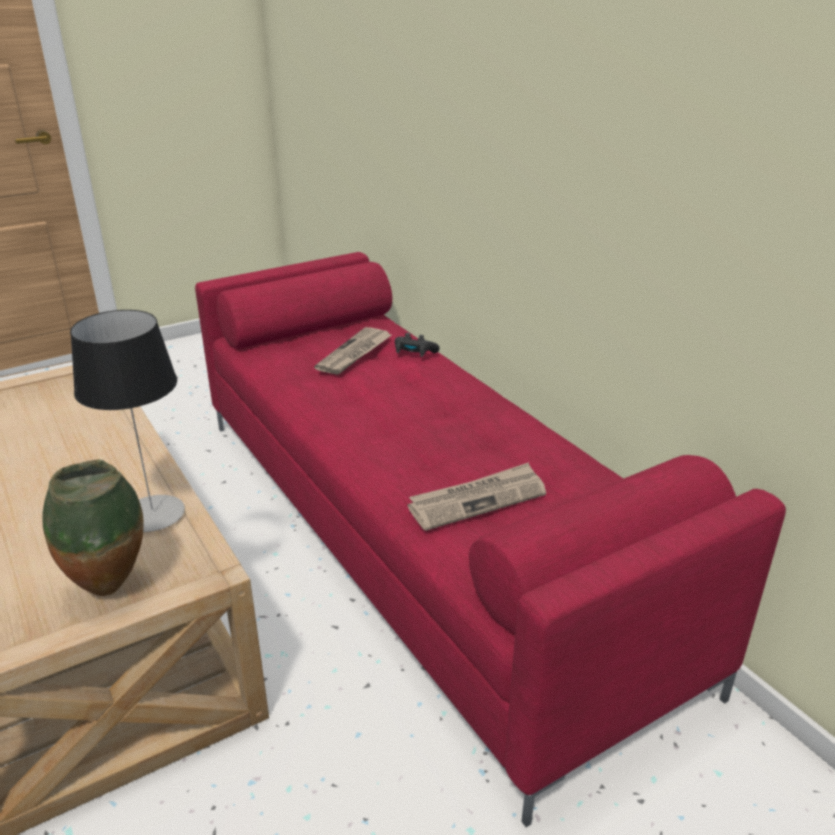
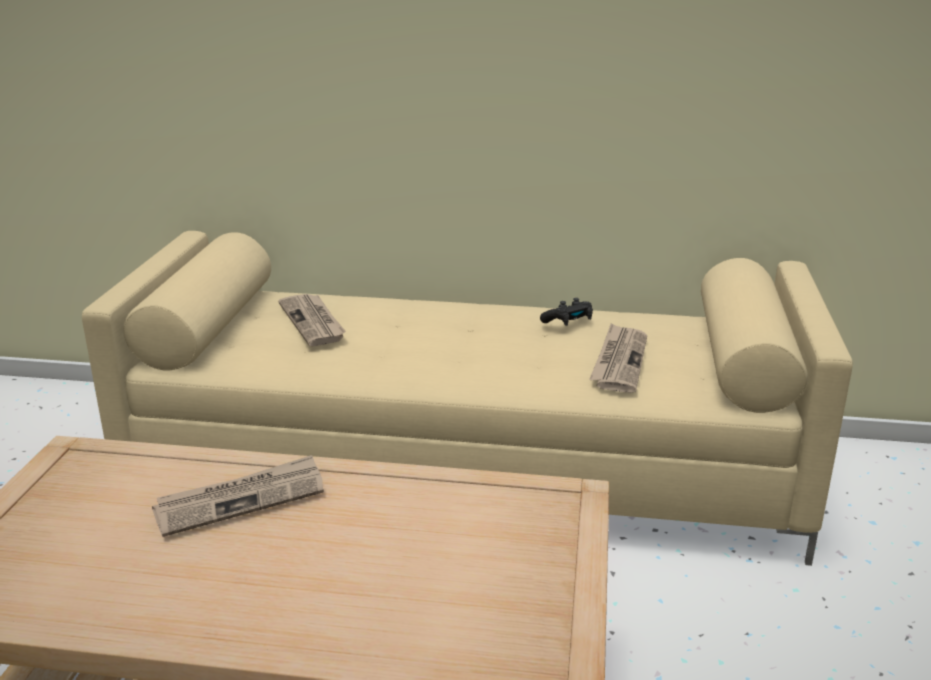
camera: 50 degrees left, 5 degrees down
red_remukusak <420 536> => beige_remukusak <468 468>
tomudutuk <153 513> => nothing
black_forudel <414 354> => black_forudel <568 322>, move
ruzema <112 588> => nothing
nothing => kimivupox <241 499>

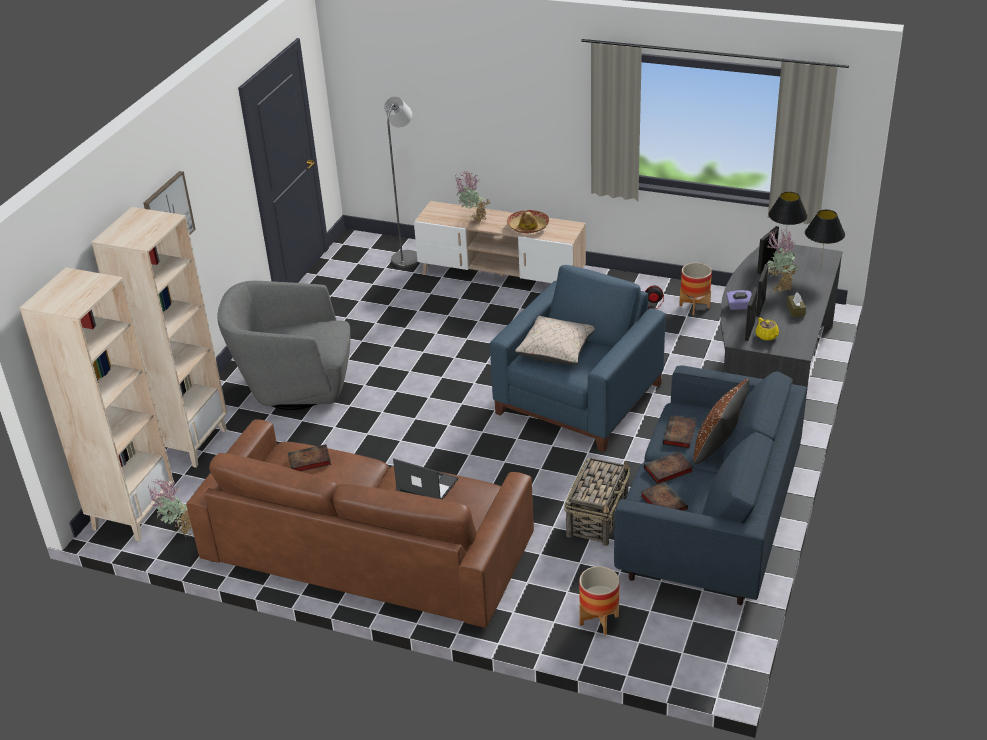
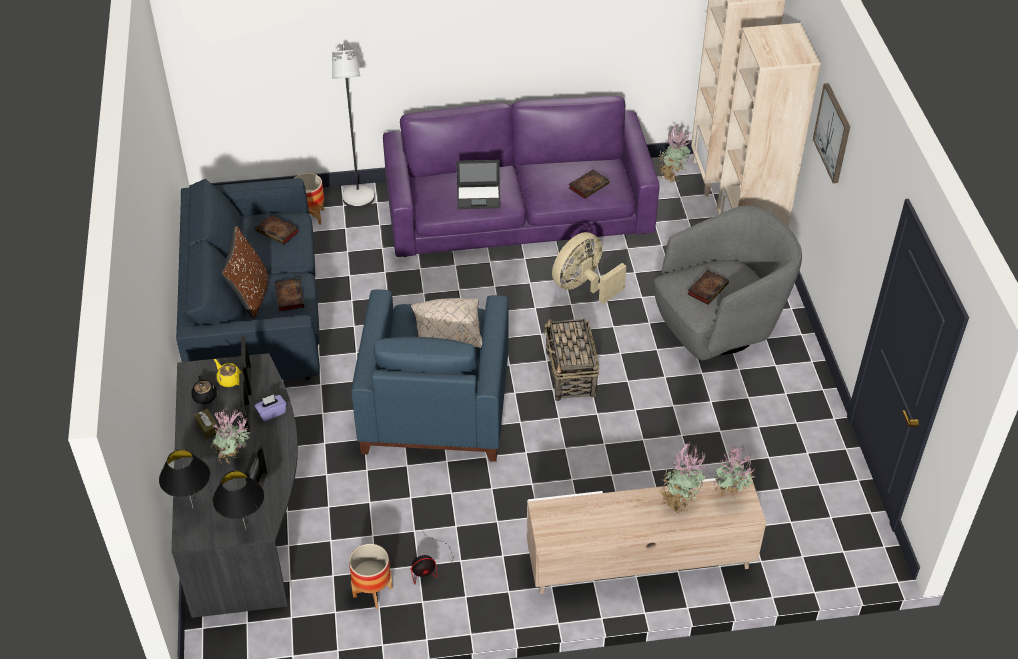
camera: 150 degrees right, 10 degrees up
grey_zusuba <408 256> => grey_zusuba <359 201>, move
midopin <527 226> => nothing
brown_remukusak <368 547> => purple_remukusak <518 211>
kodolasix <667 471> => kodolasix <707 288>, move
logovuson <598 517> => logovuson <570 375>, move
nothing => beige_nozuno <583 286>
nothing => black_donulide <205 397>
nothing => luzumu <730 495>

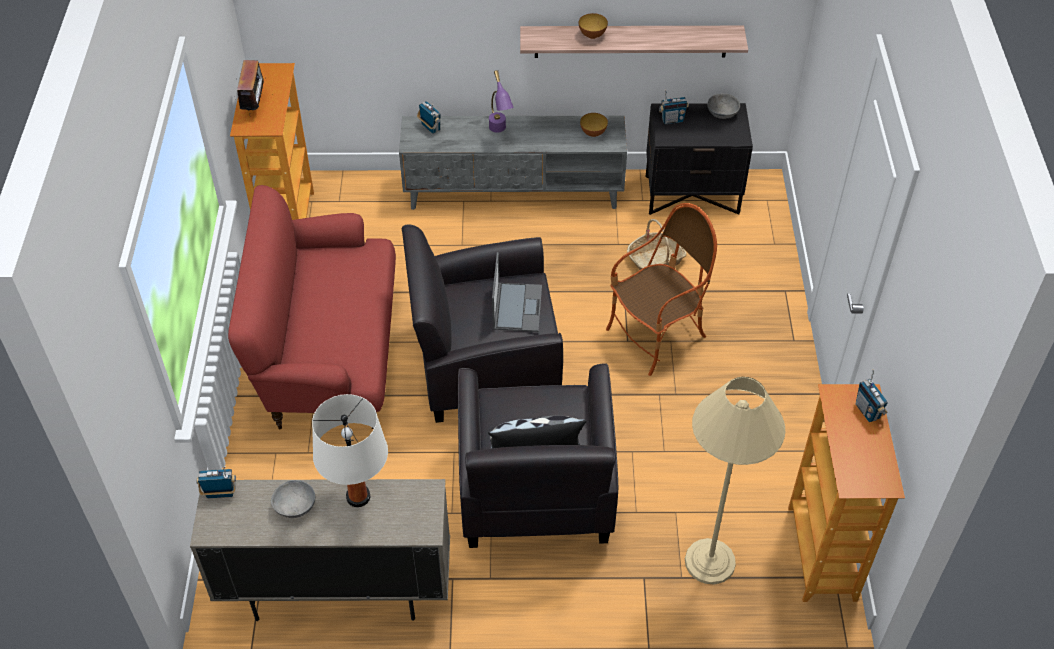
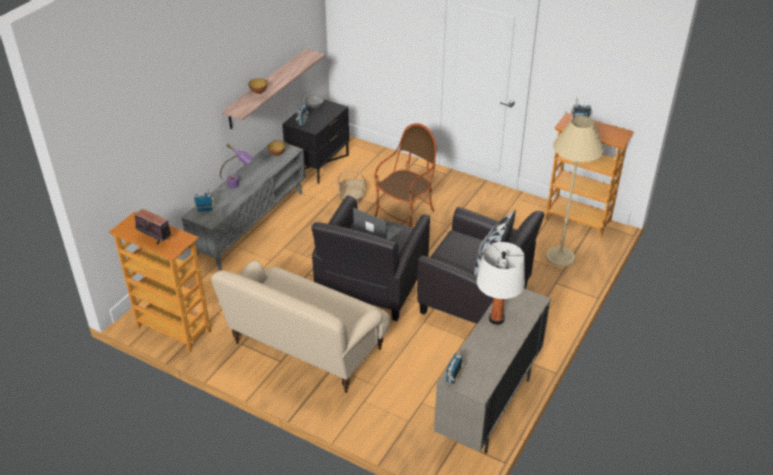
camera: 60 degrees left, 10 degrees down
red_remukusak <330 355> => beige_remukusak <306 348>
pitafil <656 336> => pitafil <405 216>, 45 degrees clockwise
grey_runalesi <295 506> => nothing

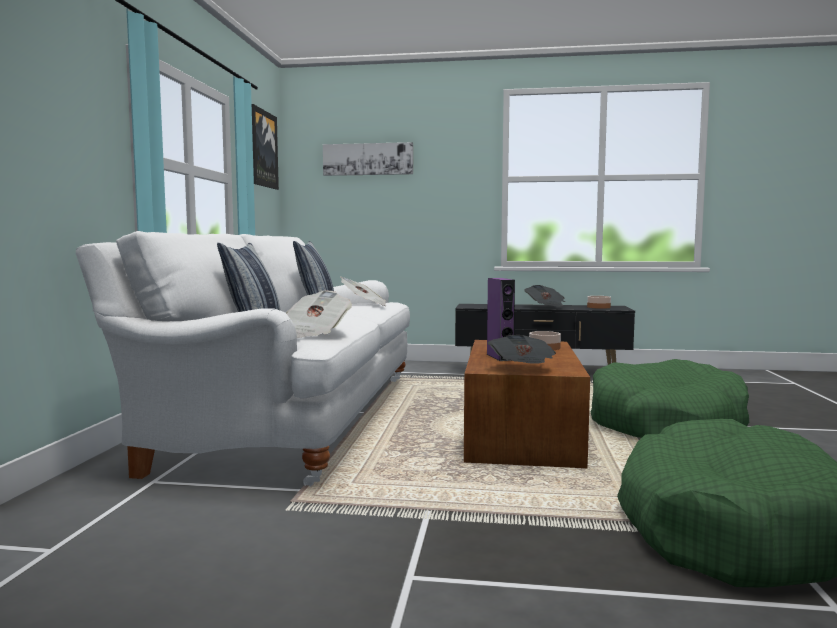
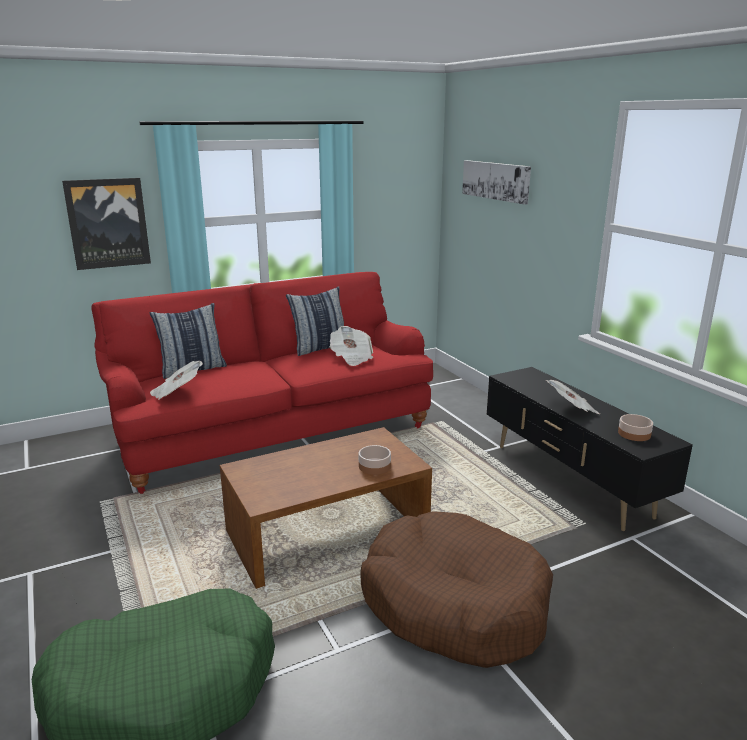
camera: 55 degrees right, 15 degrees up
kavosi <263 149> => kavosi <108 223>, move
white_remukusak <292 417> => red_remukusak <272 433>
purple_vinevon <500 357> => nothing
kimivupox <522 369> => nothing
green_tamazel <664 422> => brown_tamazel <454 604>

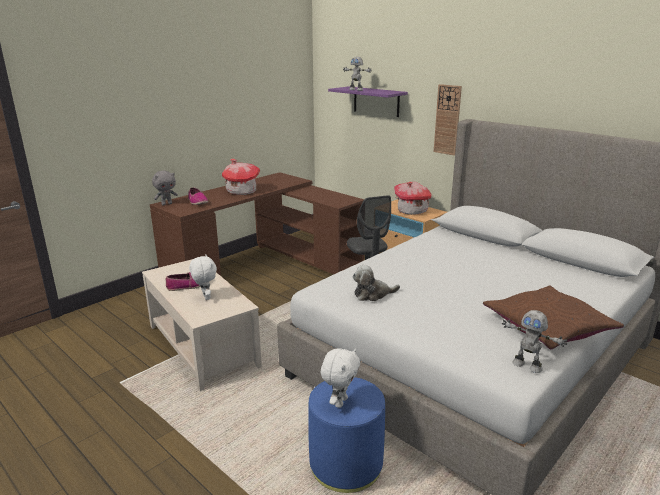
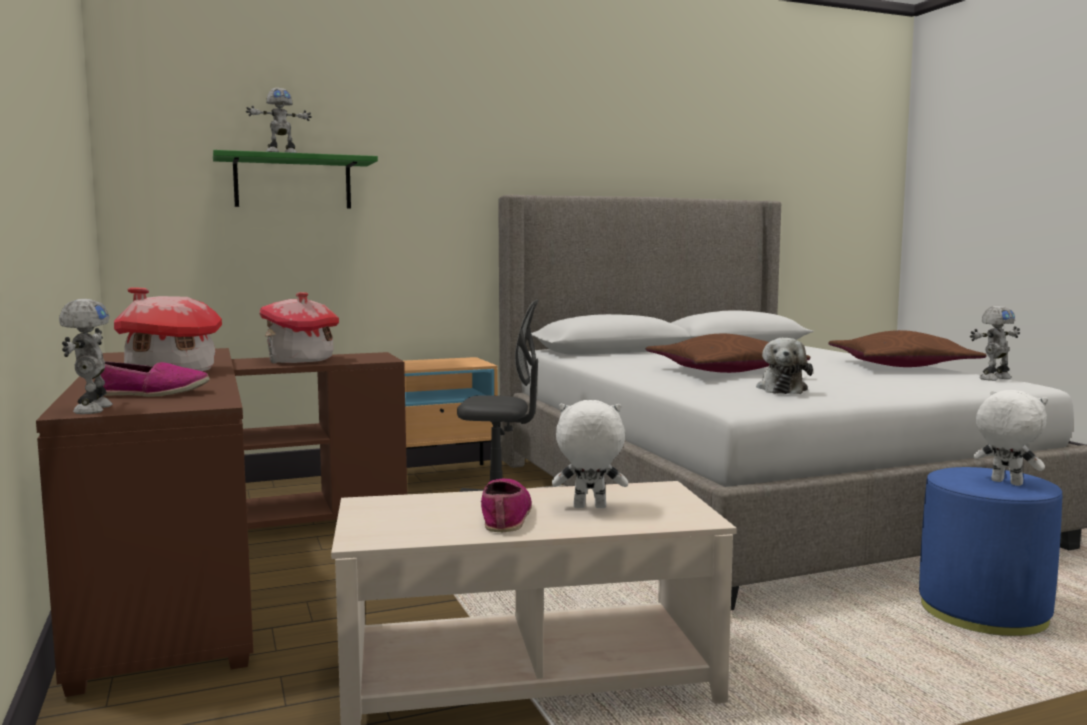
camera: 65 degrees left, 15 degrees down
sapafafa <447 120> => nothing
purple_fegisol <376 101> => green_fegisol <293 183>
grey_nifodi <167 204> => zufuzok <90 409>
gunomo <412 211> => gunomo <299 360>, move
nothing => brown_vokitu <723 371>

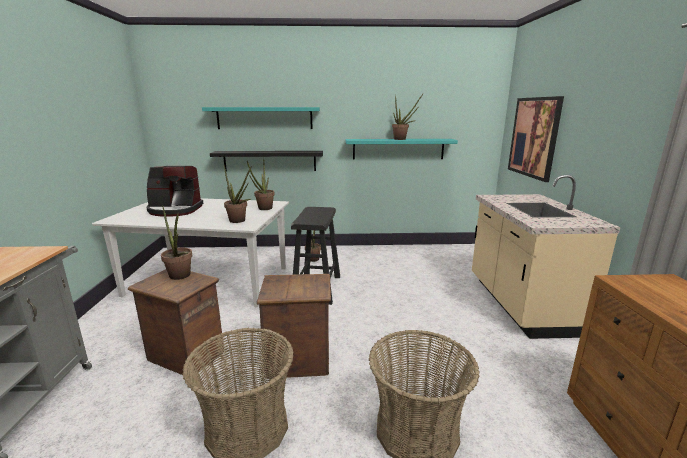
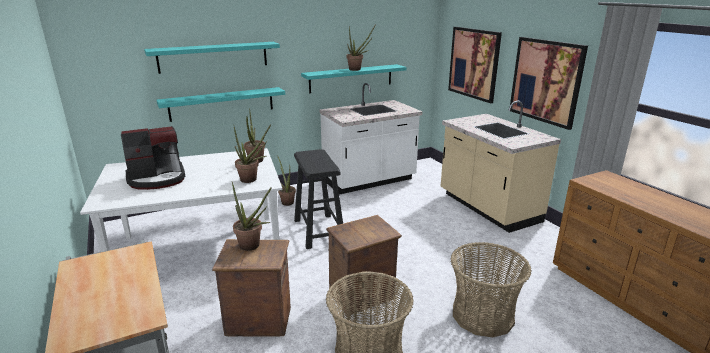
camera: 25 degrees left, 5 degrees up
black_fegisol <270 161> => turquoise_fegisol <222 104>
nothing => kavosi <546 81>
nothing => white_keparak <369 181>

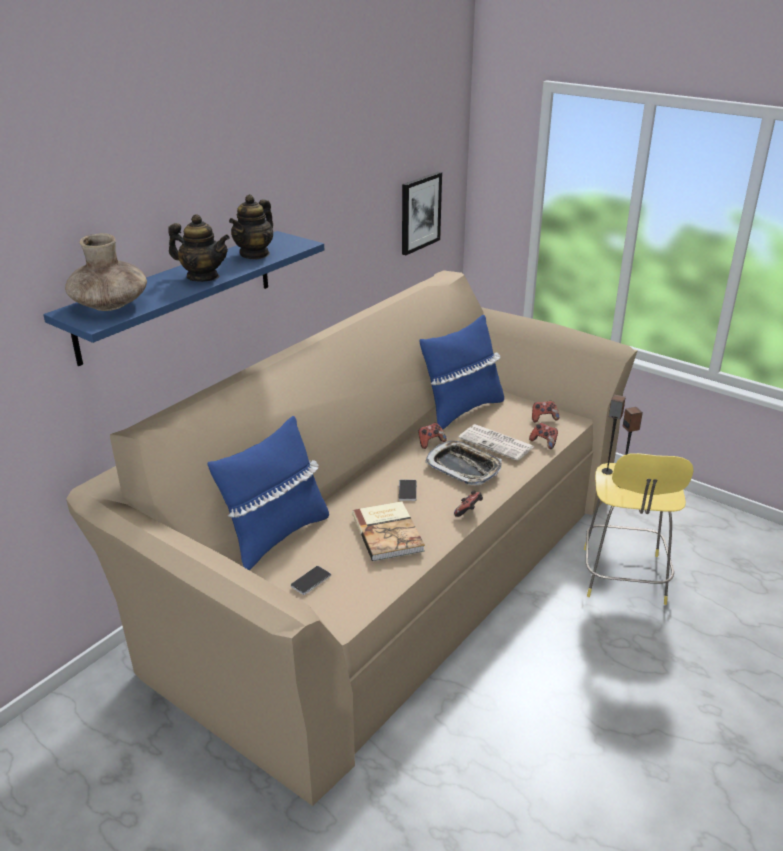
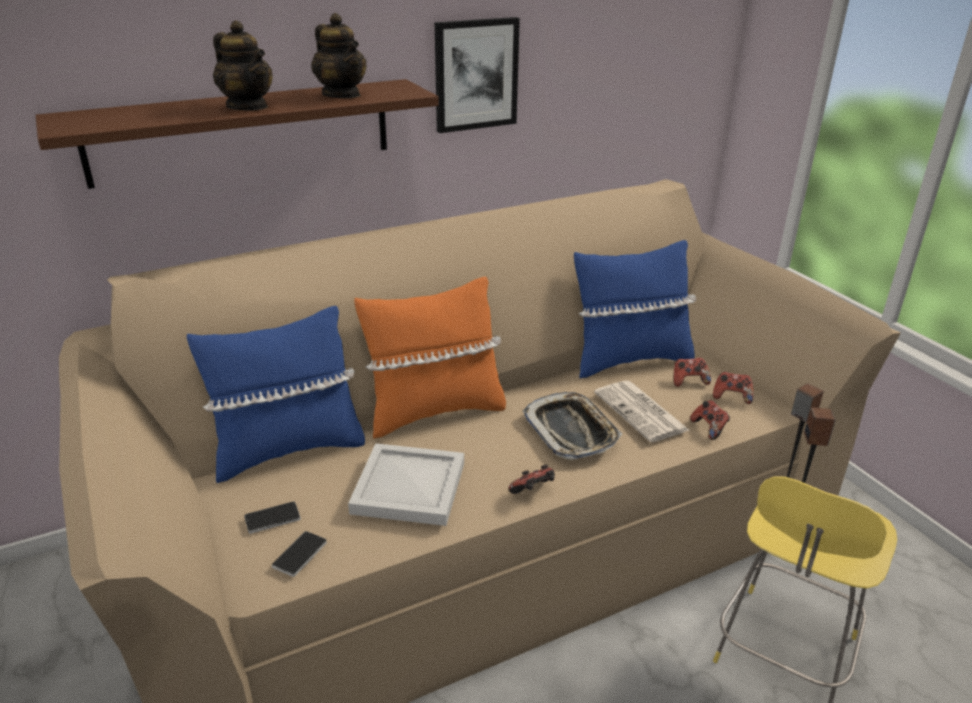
camera: 25 degrees right, 0 degrees up
kavosi <420 212> => kavosi <475 74>, move
donulide <255 254> => donulide <341 95>, 90 degrees counterclockwise
blue_fegisol <177 295> => brown_fegisol <242 131>
brown_ruzema <110 305> => nothing
forudel <430 442> => forudel <689 381>, move
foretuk <407 491> => foretuk <300 555>, move
kodolasix <389 532> => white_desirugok <411 486>
nothing => orange_vokitu <434 412>

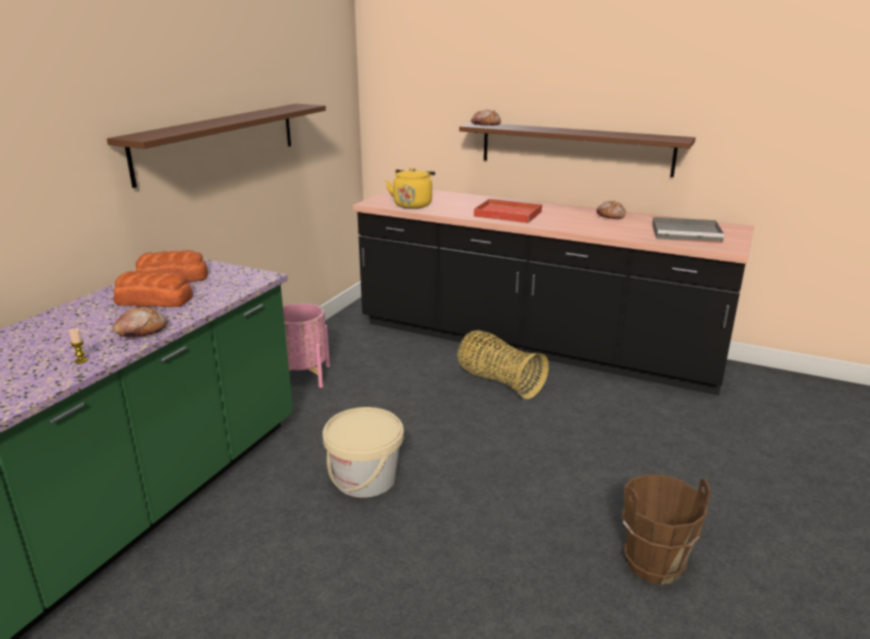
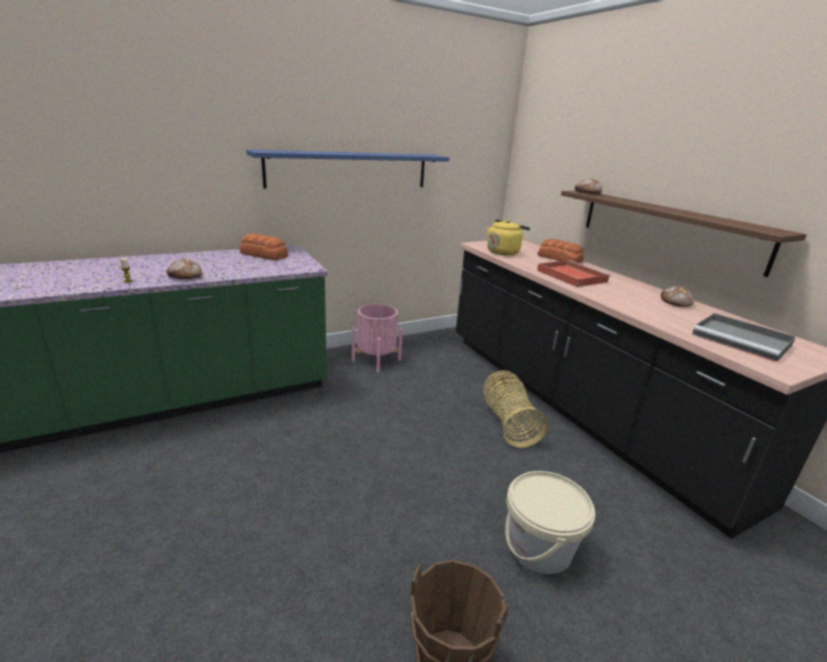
camera: 35 degrees right, 0 degrees up
brown_fegisol <218 141> => blue_fegisol <349 170>
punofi <153 300> => punofi <559 258>, move
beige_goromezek <365 479> => beige_goromezek <539 547>, move

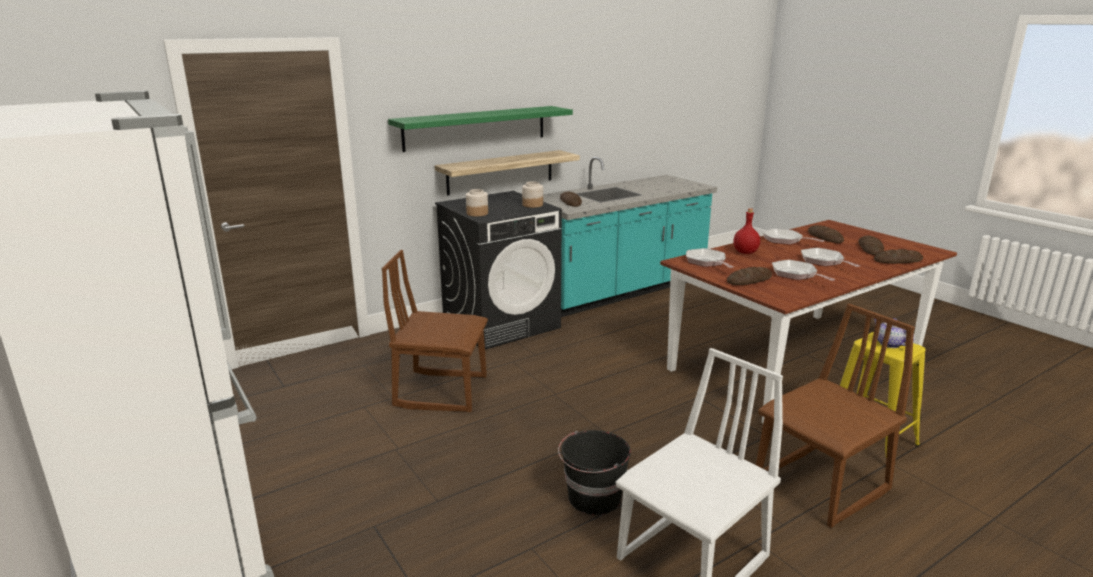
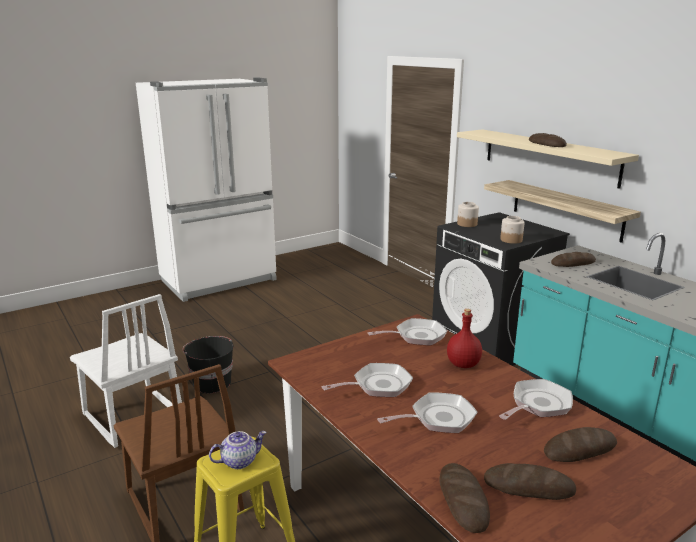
camera: 90 degrees right, 0 degrees up
green_fegisol <476 128> => beige_fegisol <549 156>
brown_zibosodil <441 391> => nothing
punofi <749 280> => punofi <546 144>, move

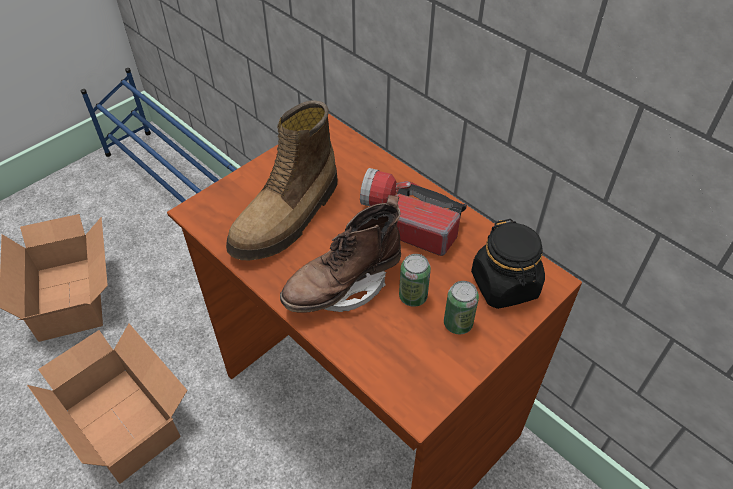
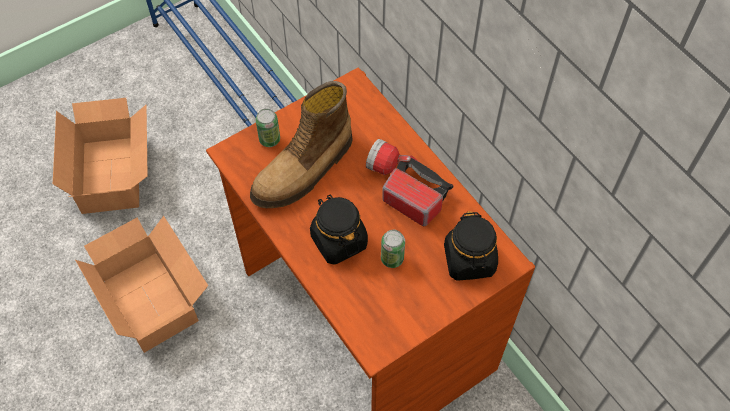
camera: 10 degrees right, 10 degrees up
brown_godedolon <343 286> => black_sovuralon <338 241>
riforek <458 324> => riforek <269 139>, move

